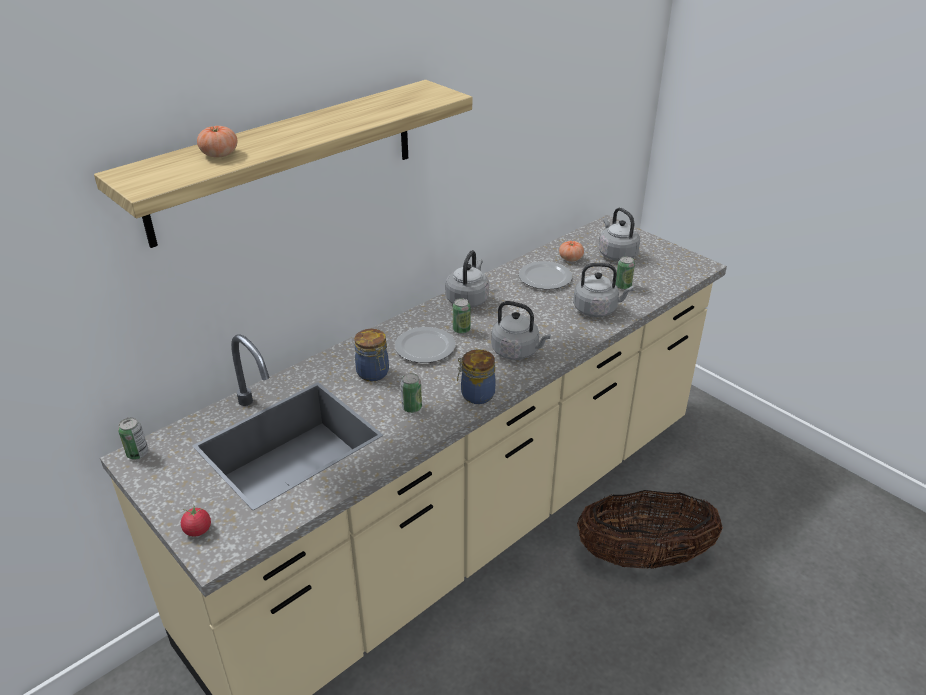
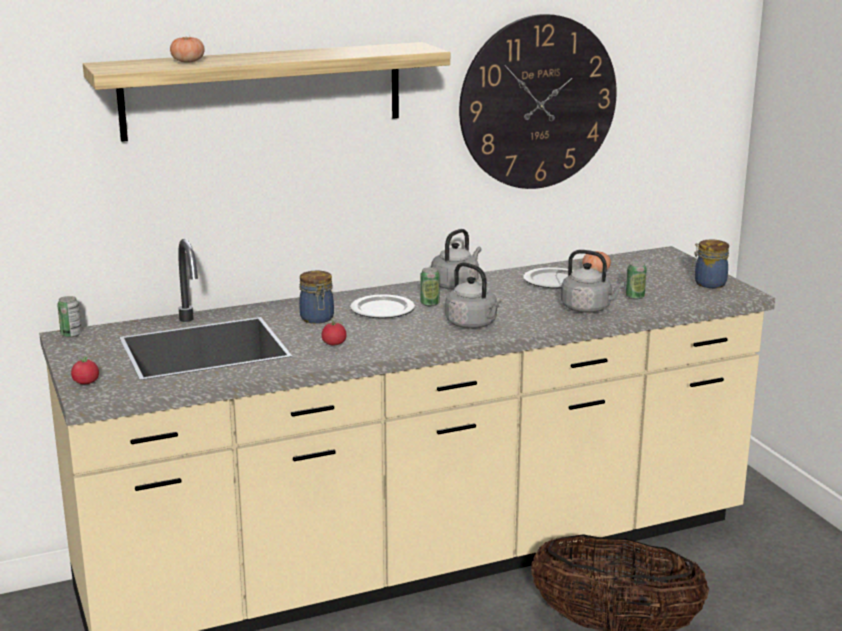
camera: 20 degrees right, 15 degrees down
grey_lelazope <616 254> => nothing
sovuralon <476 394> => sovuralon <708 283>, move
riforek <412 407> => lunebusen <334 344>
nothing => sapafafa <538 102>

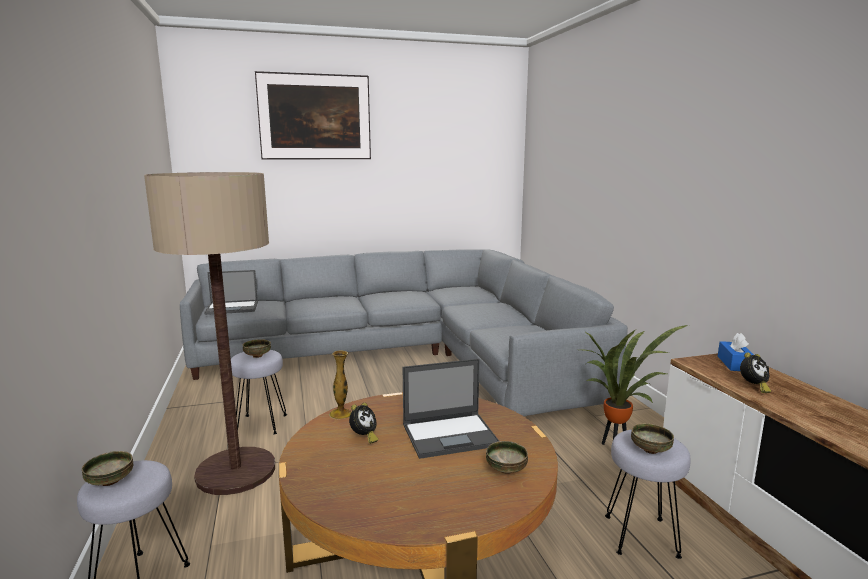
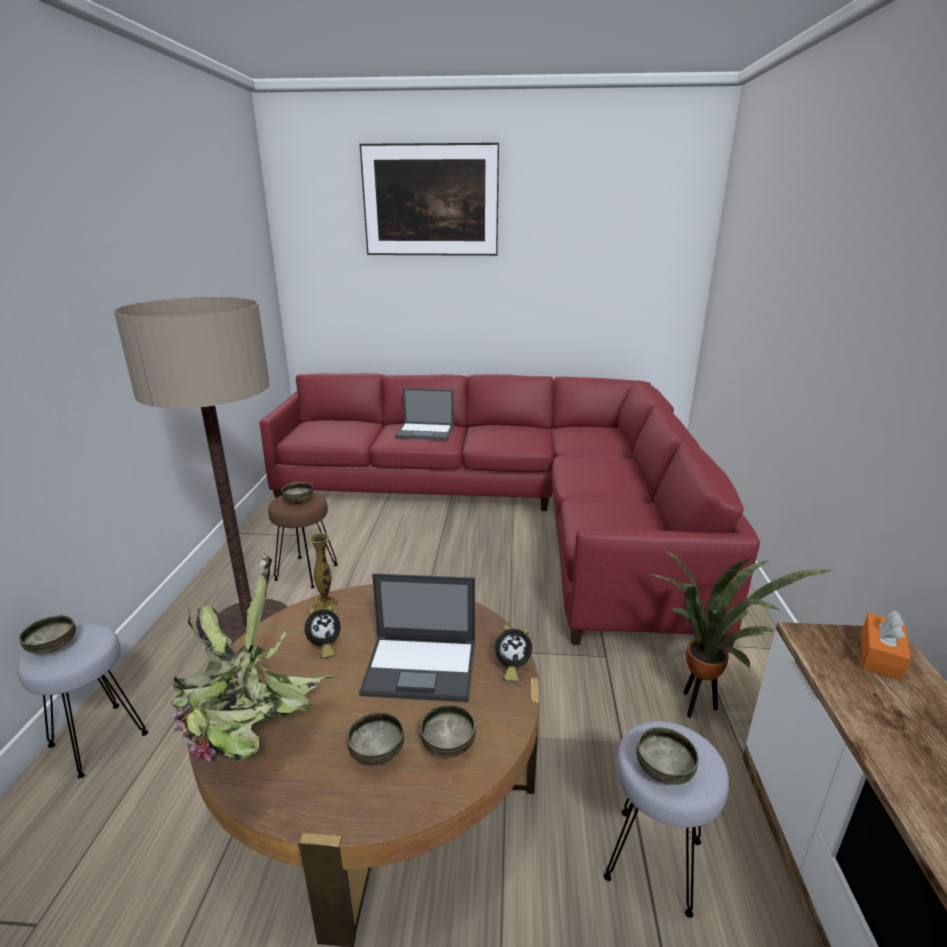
camera: 20 degrees right, 10 degrees up
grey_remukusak <410 357> => red_remukusak <511 509>
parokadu <233 308> => parokadu <426 431>, move
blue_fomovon <734 364> => orange_fomovon <880 655>
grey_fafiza <261 424> => brown_fafiza <307 572>
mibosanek <753 387> => mibosanek <511 667>, move
nothing => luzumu <254 736>
nothing => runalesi <376 753>

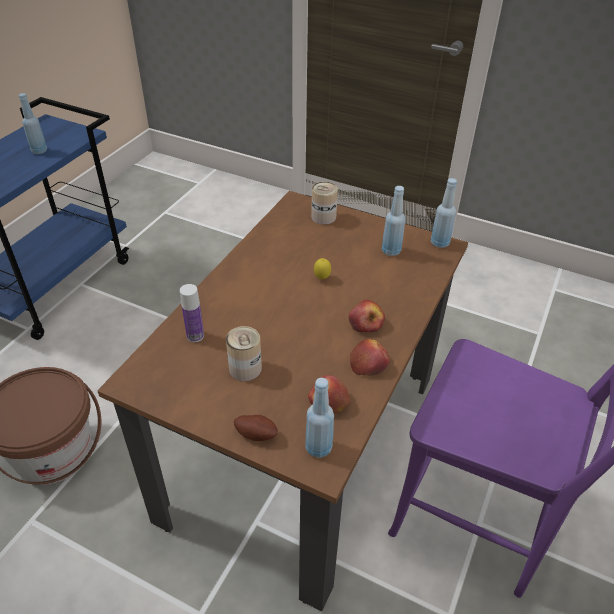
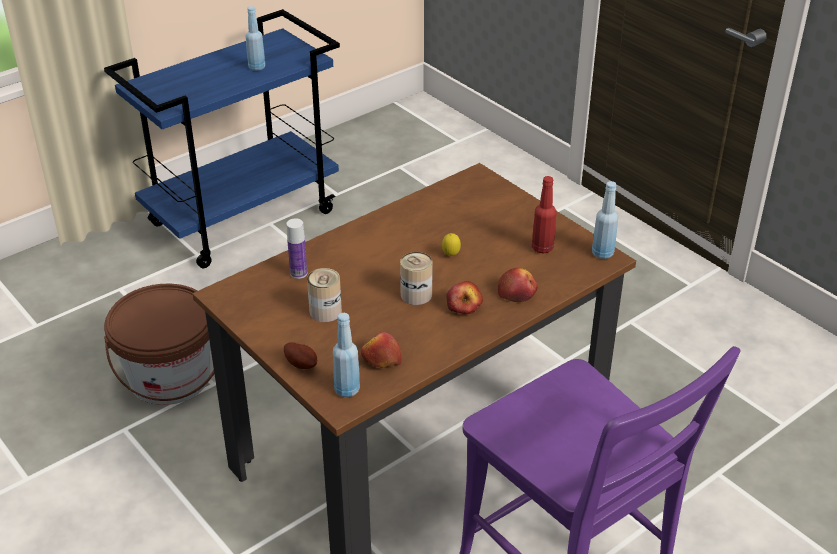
camera: 25 degrees right, 5 degrees down
riforek <323 217> => riforek <416 295>, move
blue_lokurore <391 251> => red_lokurore <542 248>
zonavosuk <368 363> => zonavosuk <517 292>, move

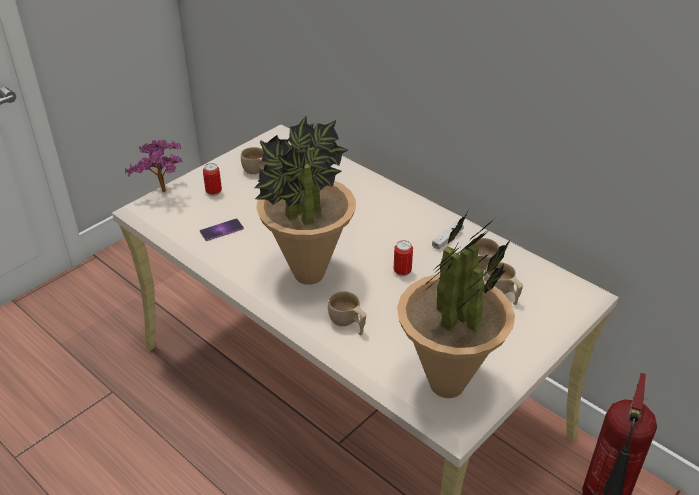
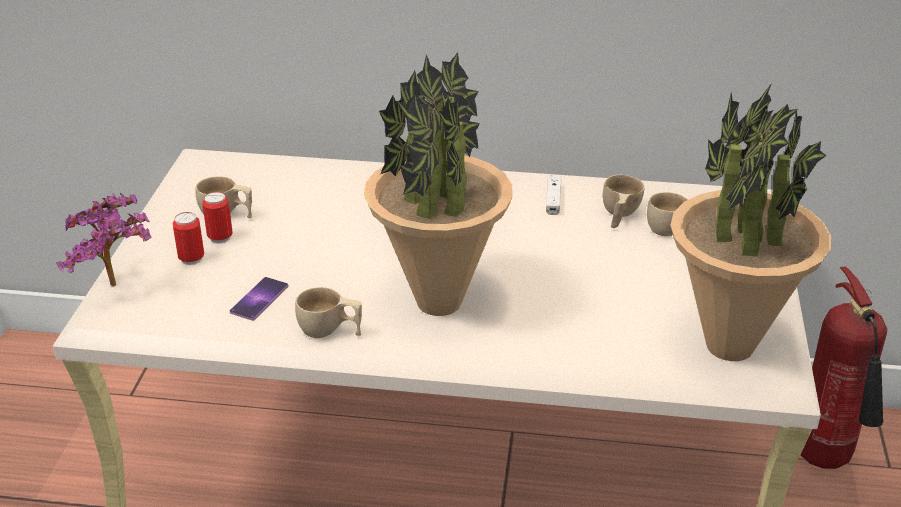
camera: 35 degrees left, 5 degrees down
riforek <402 271> => riforek <220 237>, move
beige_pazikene <347 324> => beige_pazikene <330 331>, move

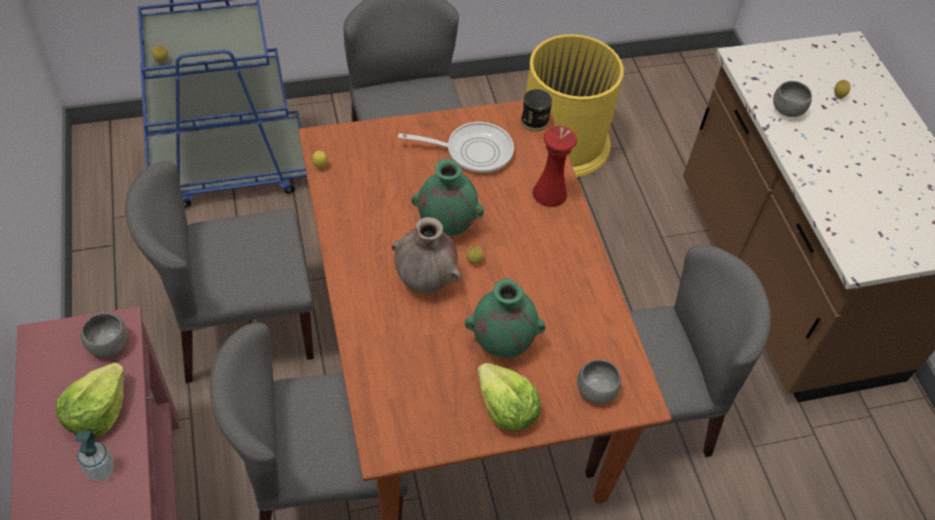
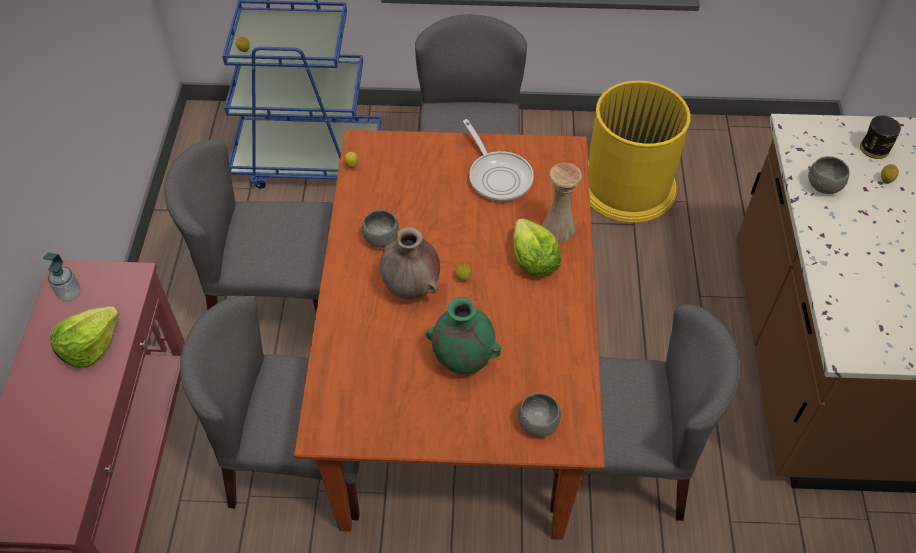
camera: 20 degrees right, 0 degrees up
riforek <534 121> => riforek <874 148>, move
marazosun <473 151> => marazosun <498 176>, 45 degrees clockwise
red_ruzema <549 193> => beige_ruzema <558 228>
green_ruzema <446 225> => nothing
grey_runalesi <108 345> => grey_runalesi <381 239>, move
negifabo <506 408> => negifabo <533 260>, move
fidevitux <100 470> => fidevitux <70 293>, move

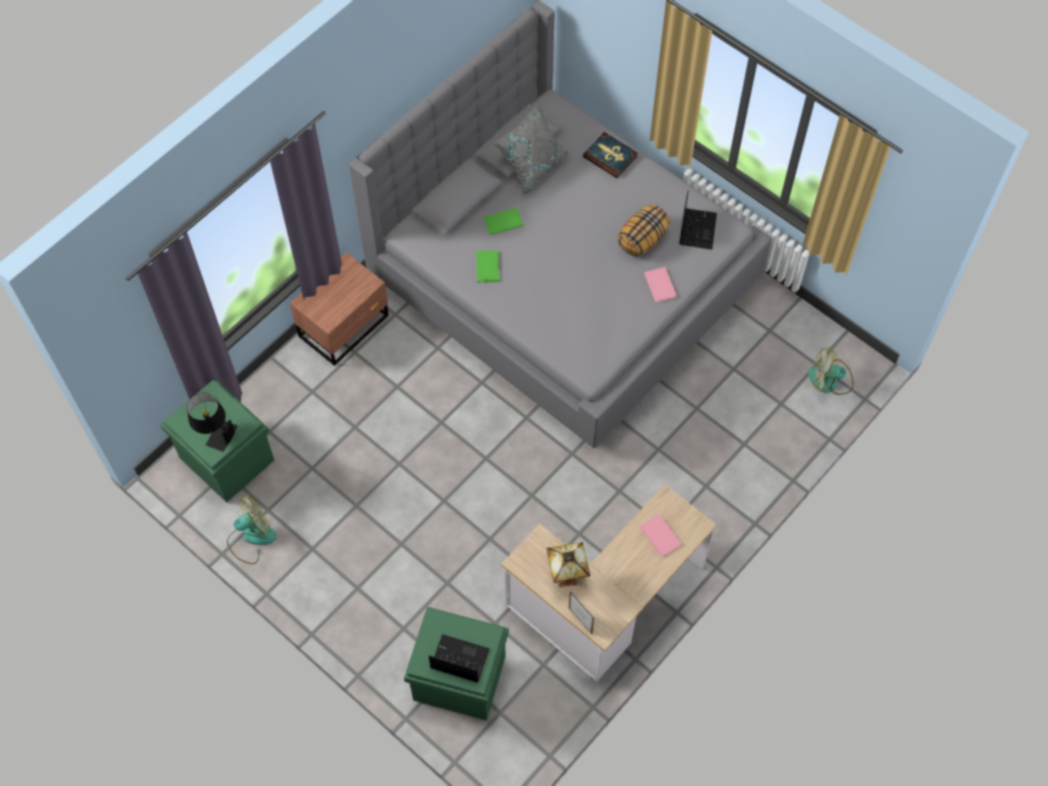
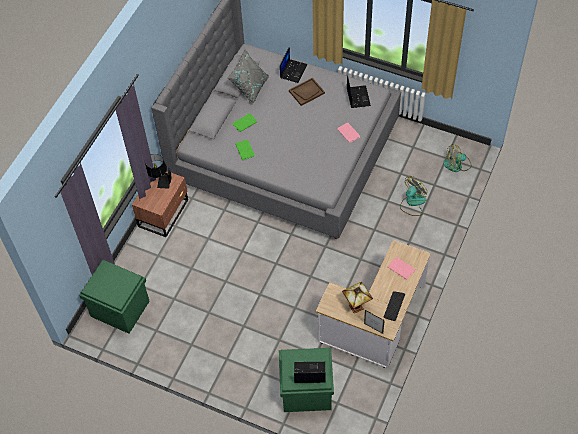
camera: 15 degrees left, 5 degrees down
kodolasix <610 156> => parokadu <293 71>
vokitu <642 239> => nothing
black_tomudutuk <215 433> => black_tomudutuk <160 180>, move
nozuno <251 537> => nozuno <412 203>, move
nothing => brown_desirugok <306 92>
nothing => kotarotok <394 306>

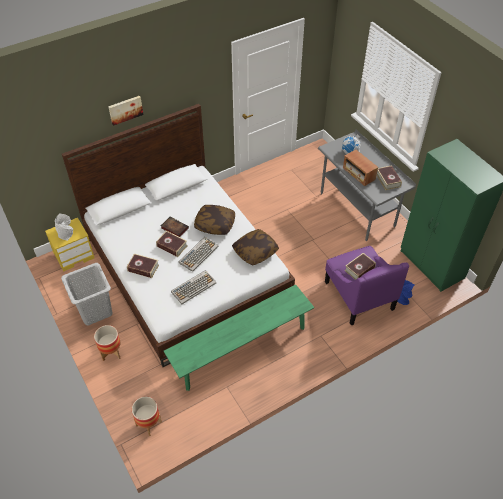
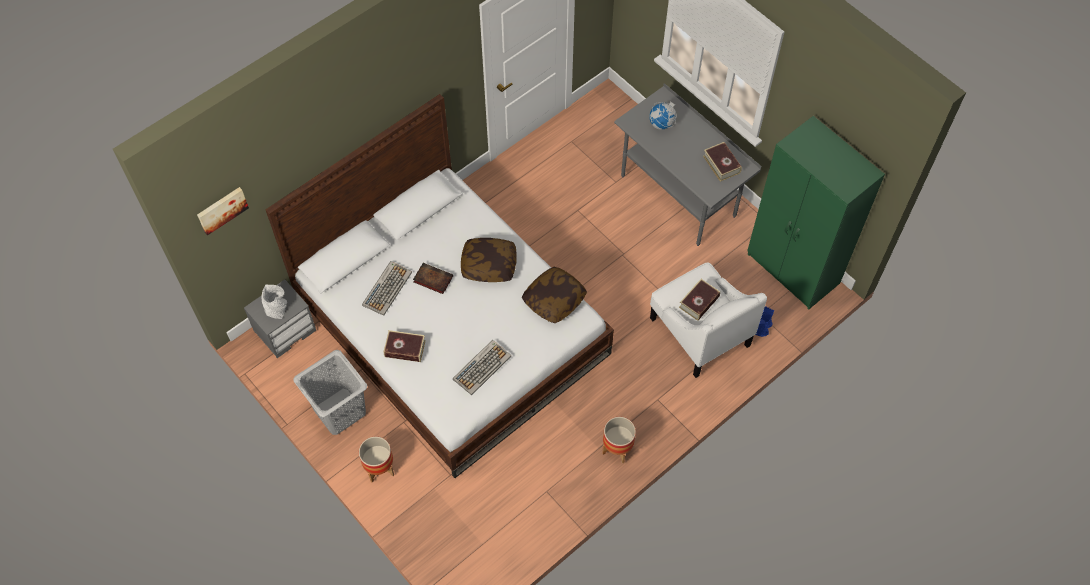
camera: 10 degrees left, 10 degrees up
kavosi <125 109> => kavosi <222 209>, move
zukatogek <358 174> => nothing
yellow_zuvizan <74 255> => grey_zuvizan <285 330>
kodolasix <172 246> => nothing
kotarotok <198 254> => kotarotok <387 288>, move
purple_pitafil <358 295> => white_pitafil <699 332>
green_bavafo <241 348> => nothing
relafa <149 424> => relafa <617 449>, move

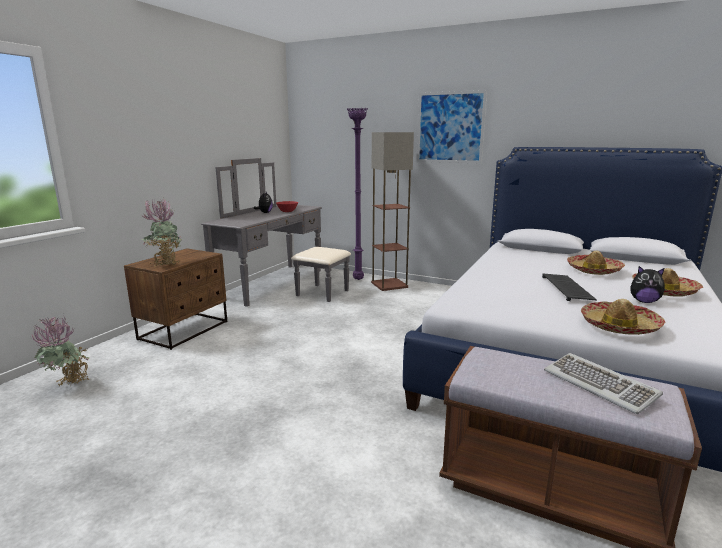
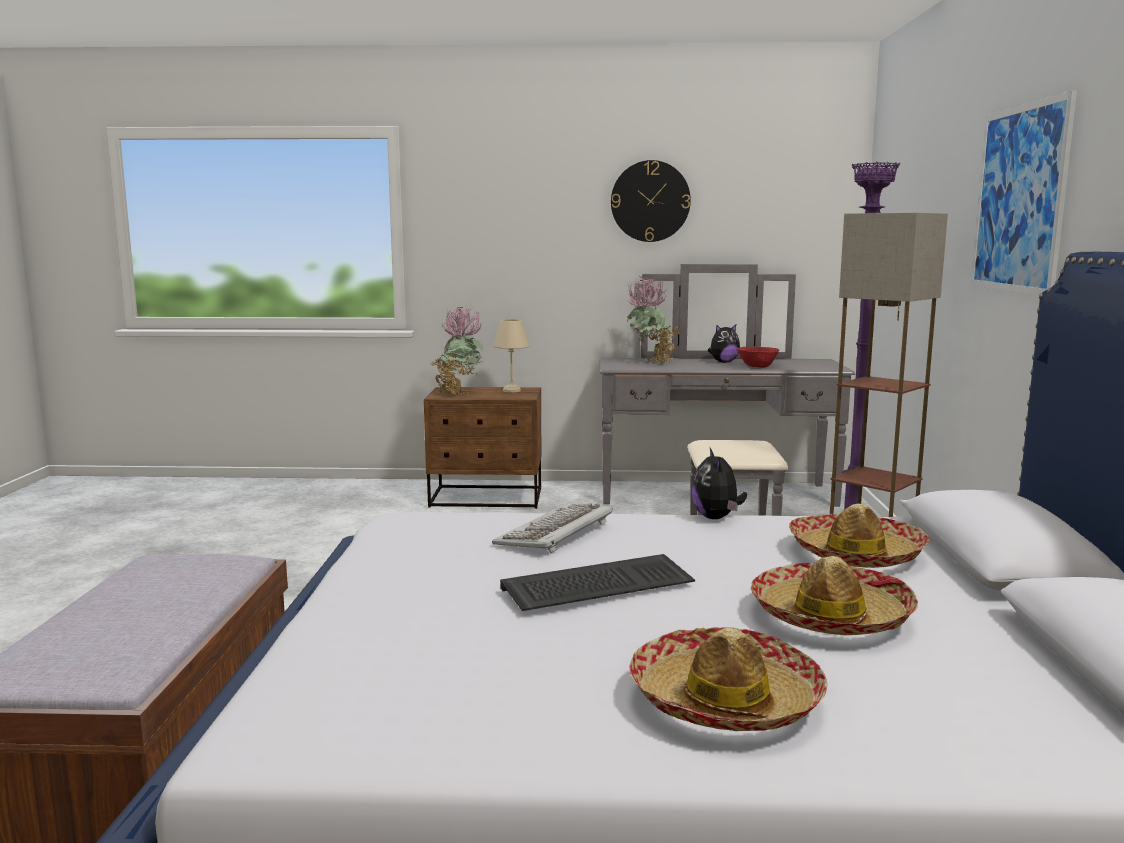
camera: 65 degrees right, 5 degrees down
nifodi <644 301> => nifodi <717 518>, move
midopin <619 326> => midopin <856 554>, move
luzumu <69 386> => luzumu <651 363>, move
kotarotok <600 385> => kotarotok <556 532>, move
nothing => sapafafa <650 201>
nothing => beige_tomudutuk <512 390>

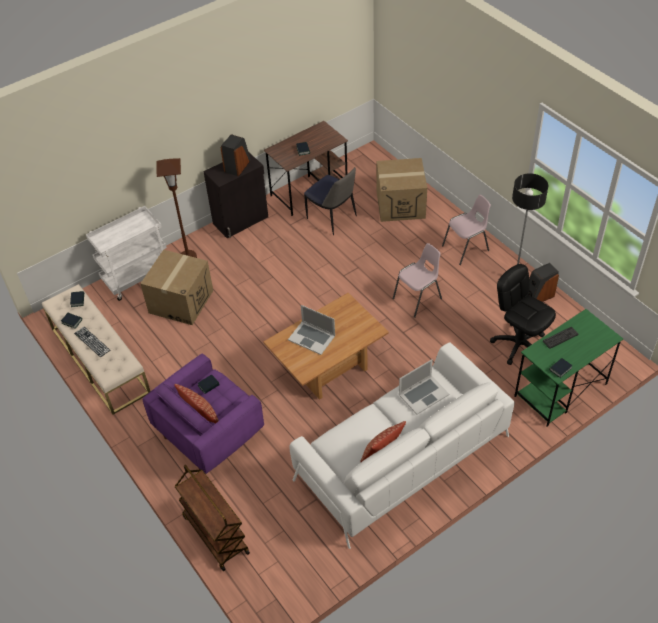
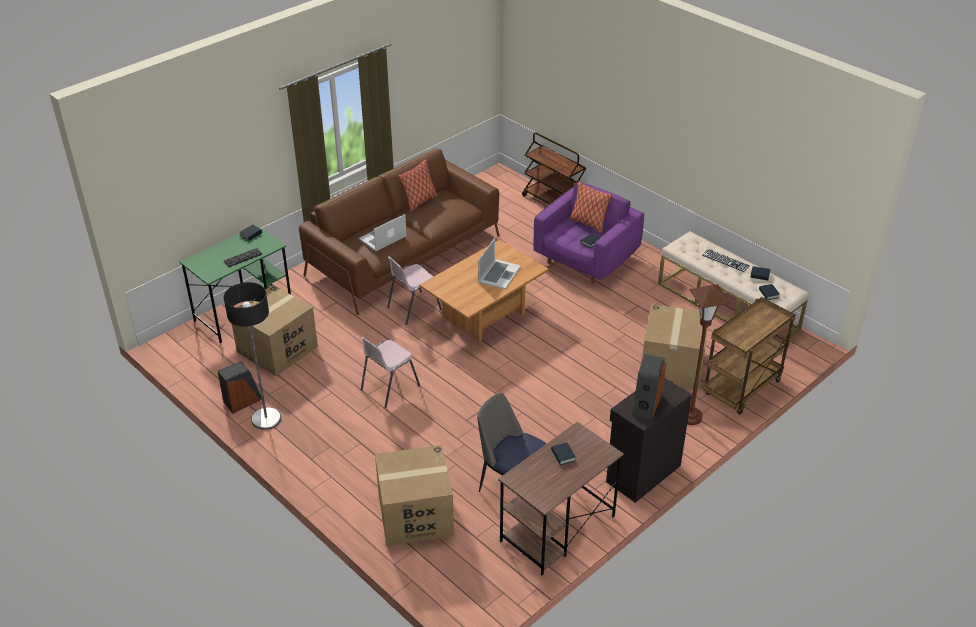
camera: 170 degrees right, 10 degrees down
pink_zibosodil <466 248> => pink_zibosodil <413 308>, move
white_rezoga <137 277> => brown_rezoga <742 389>
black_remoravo <519 344> => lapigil <277 349>
parokadu <312 337> => parokadu <499 274>, 90 degrees clockwise
white_remukusak <402 458> => brown_remukusak <404 255>

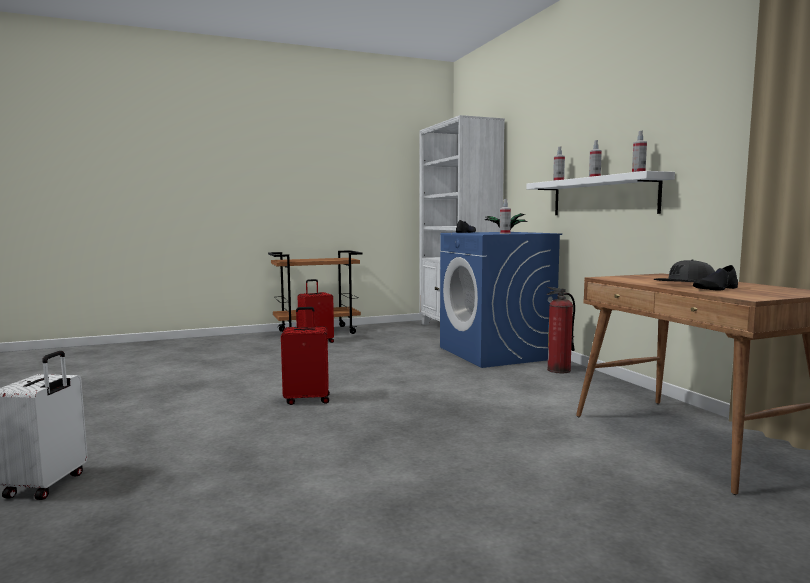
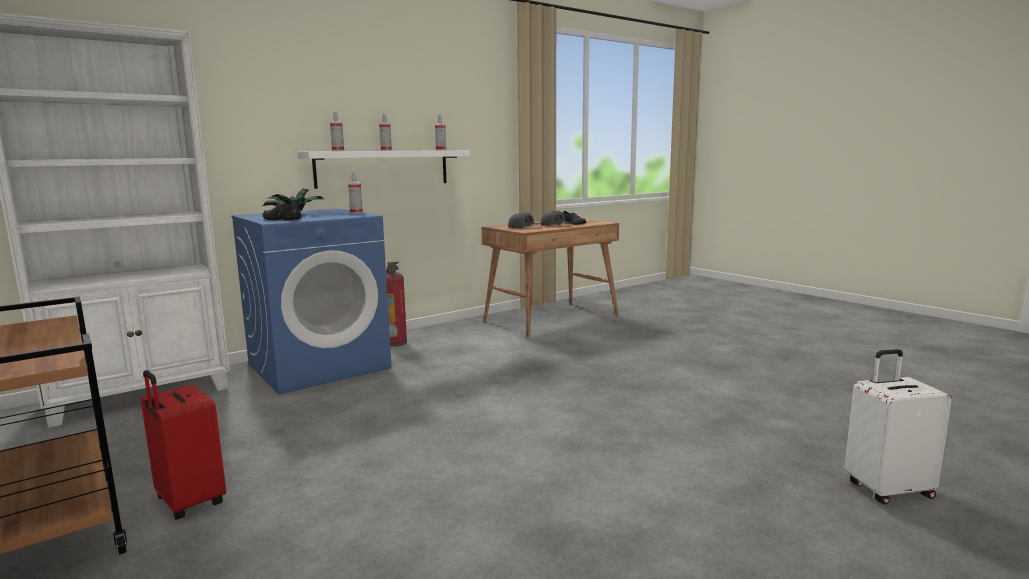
camera: 105 degrees left, 5 degrees up
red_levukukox <307 399> => nothing
nothing => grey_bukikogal <524 227>

